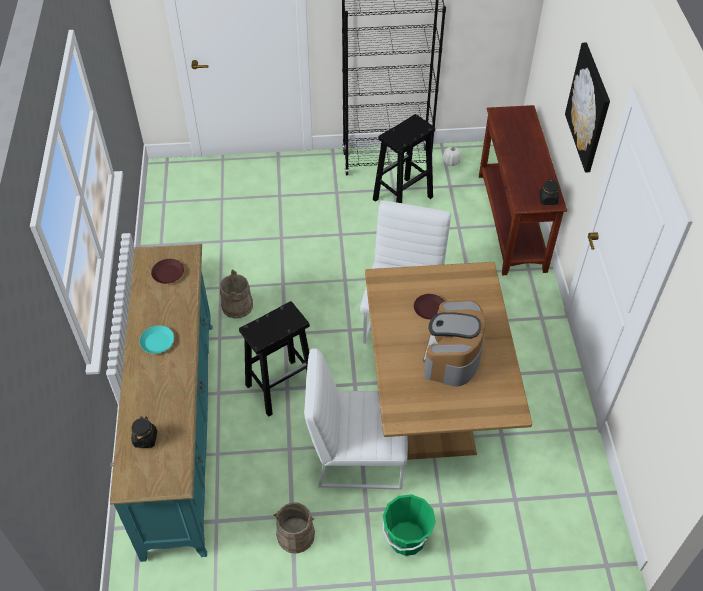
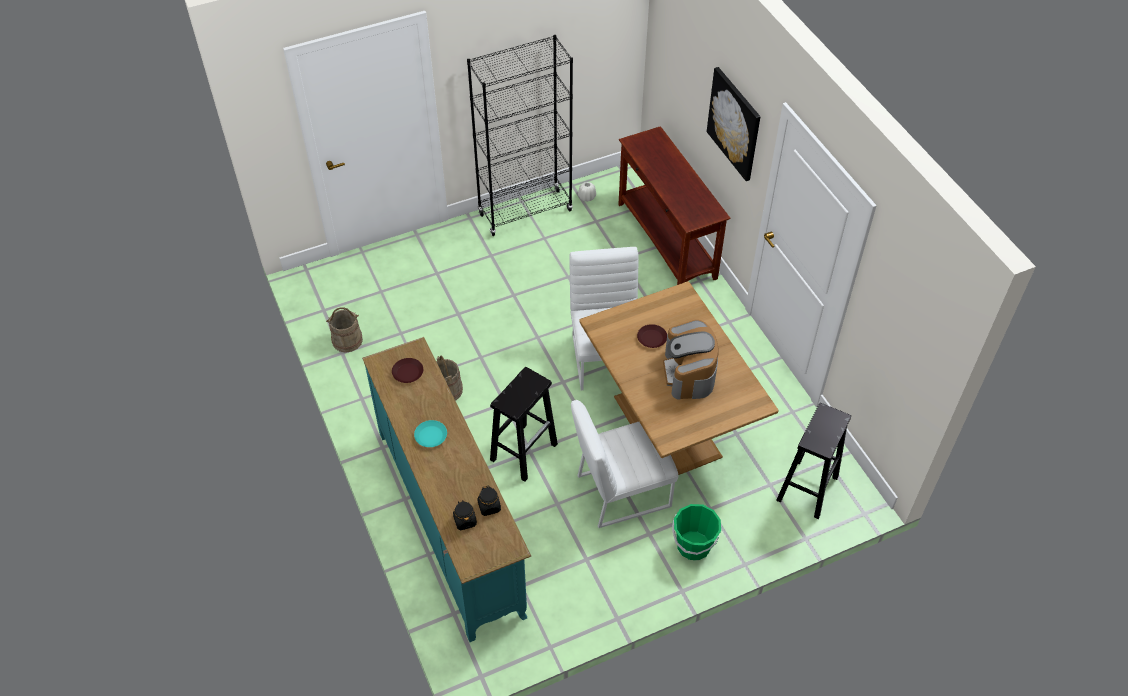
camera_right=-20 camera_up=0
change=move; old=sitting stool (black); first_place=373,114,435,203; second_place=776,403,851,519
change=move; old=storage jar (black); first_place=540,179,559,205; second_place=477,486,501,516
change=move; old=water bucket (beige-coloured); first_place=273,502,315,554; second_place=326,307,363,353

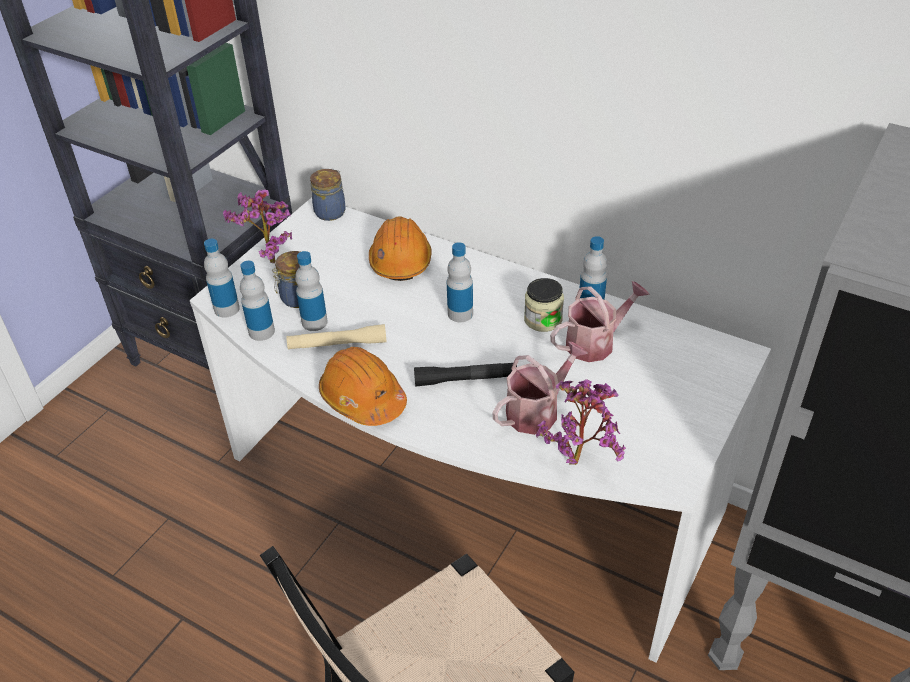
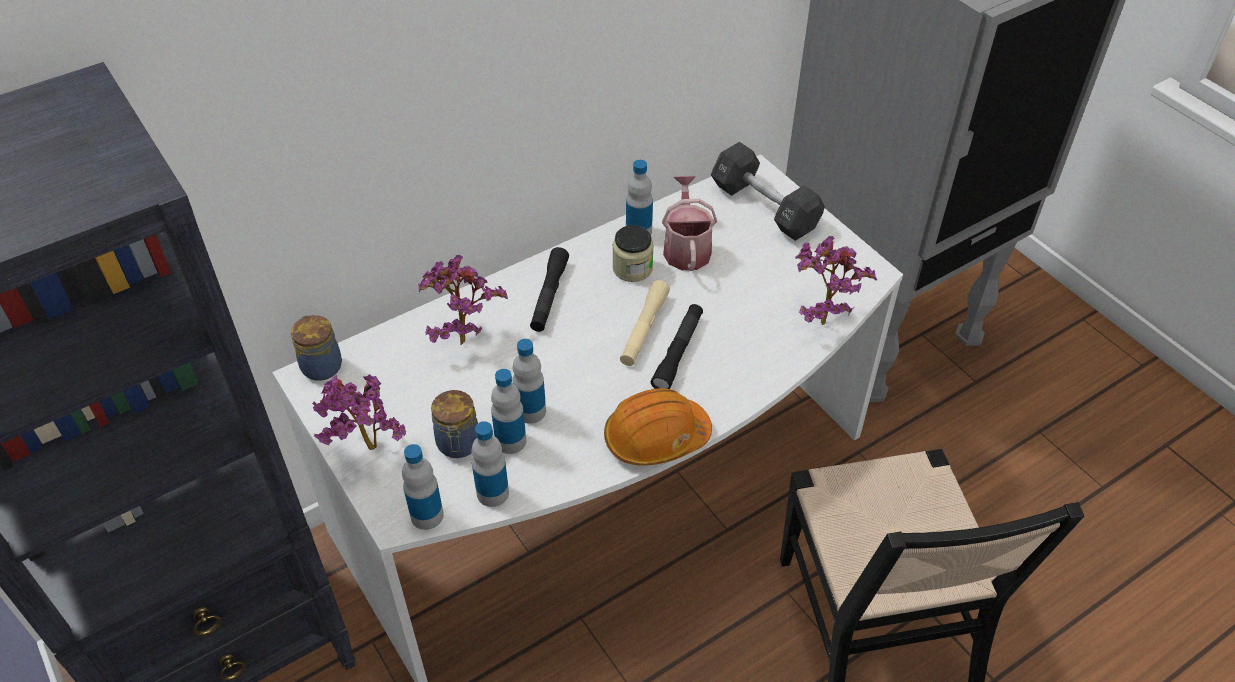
camera_right=-65 camera_up=5
change=replace; old=work helmet (orange); new=potted plant; first_place=369,217,432,281; second_place=418,255,508,345
change=move; old=drink bottle; first_place=447,242,473,322; second_place=512,339,546,424
change=move; old=flashlight (beige-coloured); first_place=287,324,387,350; second_place=620,280,670,366
change=delete; old=watering pot; first_place=492,341,588,435
change=insert; new=hand weight (black); second_place=711,142,825,241
change=insert; new=flashlight (black); second_place=530,247,569,332

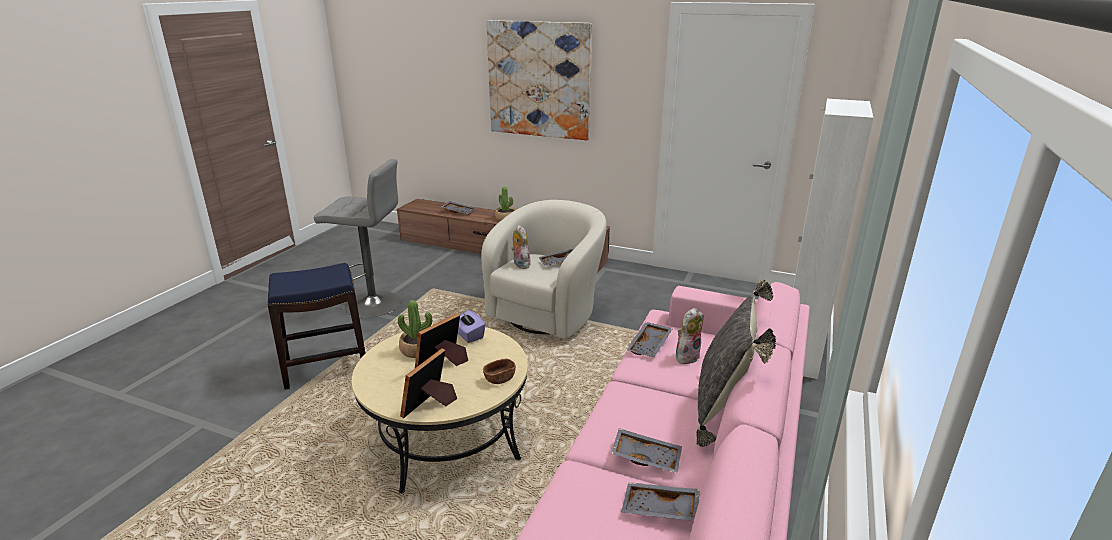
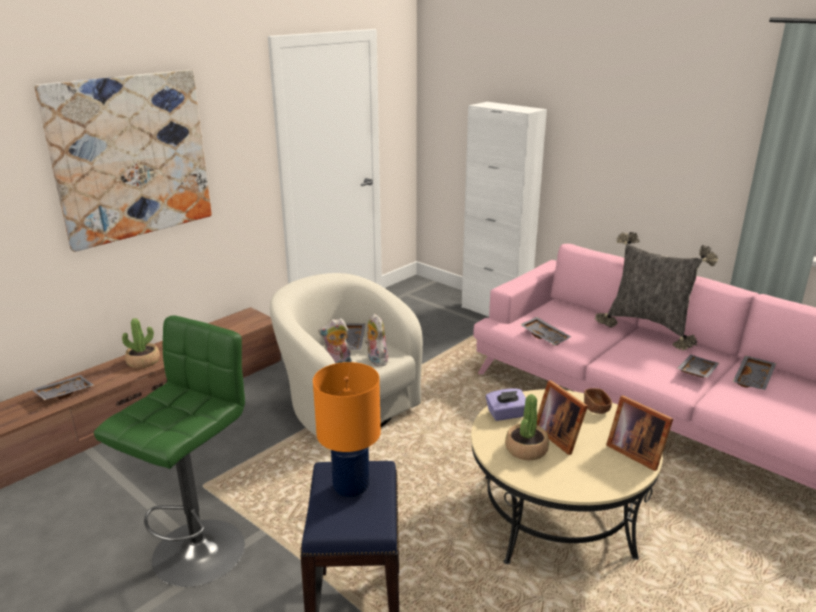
camera_right=-70 camera_up=0
change=recolor; old=sitting stool (grey); new=sitting stool (greenish); first_place=314,159,401,318; second_place=94,315,245,587
change=move; old=plush toy; first_place=676,308,704,364; second_place=365,313,388,366
change=insert; new=table lamp (orange); second_place=313,362,381,497

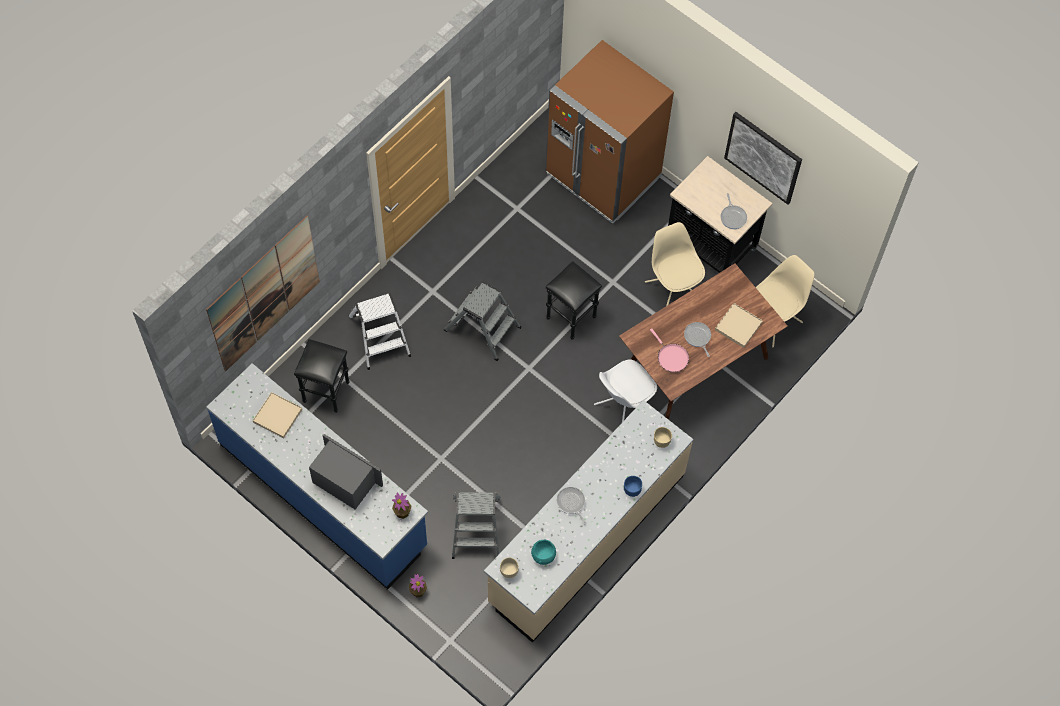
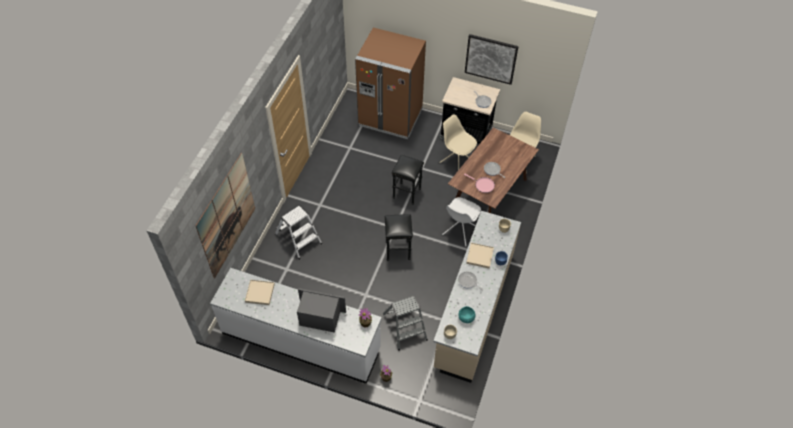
camera_right=-20 camera_up=-10
change=delete; old=step stool (grey); first_place=443,281,522,361
change=move; old=tray (beige-coloured); first_place=715,303,763,348; second_place=466,243,494,269
change=move; old=sitting stool (black); first_place=294,339,350,413; second_place=385,215,413,261
change=recolor; old=kitchen counter (blue); new=kitchen counter (whitish); first_place=206,363,428,590; second_place=210,268,382,384

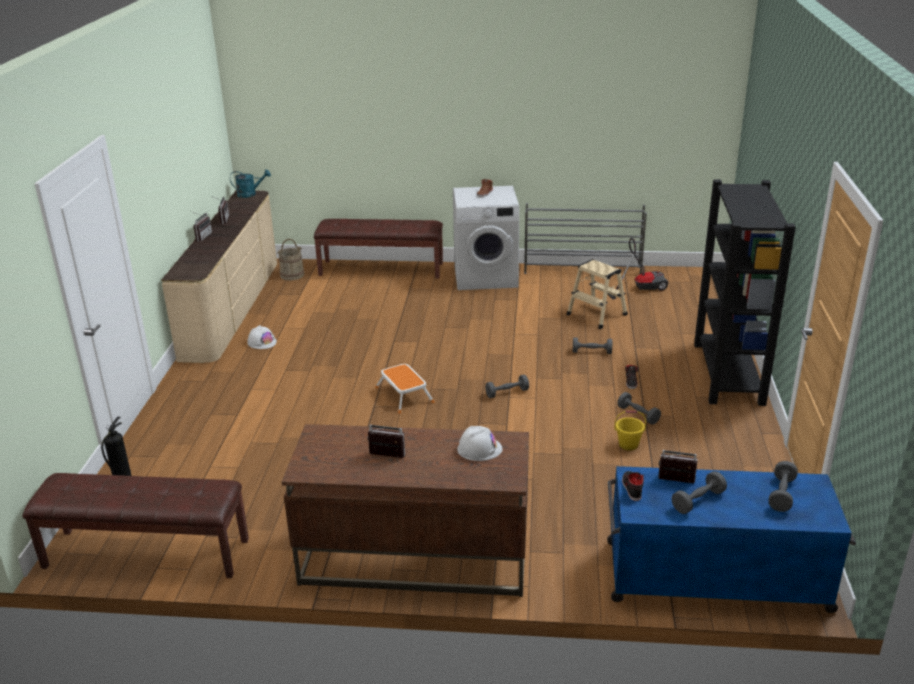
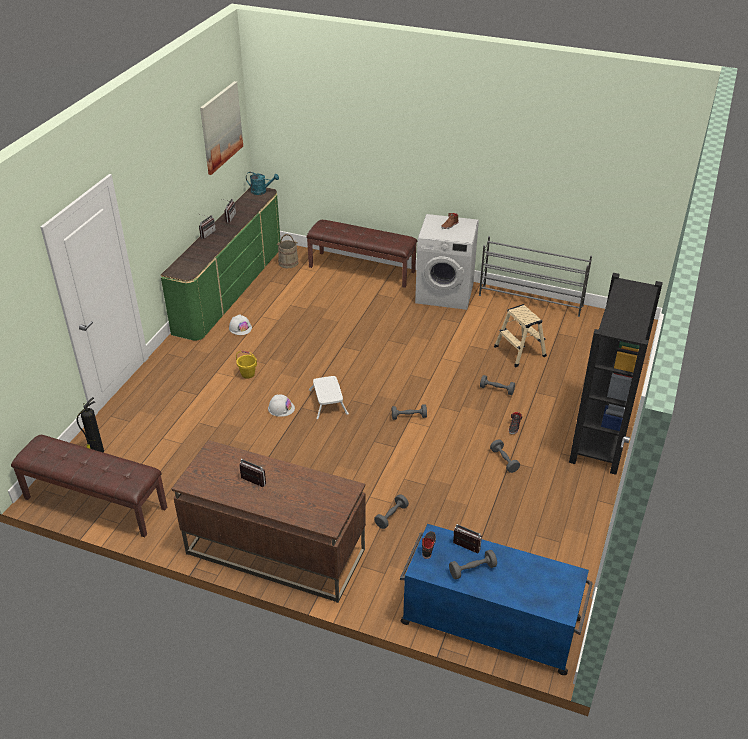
camera_right=15 camera_up=10
change=recolor; old=cabinet (beige-coloured); new=cabinet (greenish); first_place=161,190,277,363; second_place=161,187,281,340
change=delete; old=hoover; first_place=607,238,669,299
change=recolor; old=step stool (orange); new=step stool (whitish); first_place=375,364,435,414; second_place=309,376,349,419
change=move; old=water bucket (yellowish); first_place=614,411,646,451; second_place=236,351,257,379
change=move; old=work helmet (whitish); first_place=457,426,502,461; second_place=268,394,295,417
change=move; old=hand weight (grey); first_place=769,461,798,512; second_place=374,494,409,529
change=insert; new=wall art; second_place=200,81,243,175

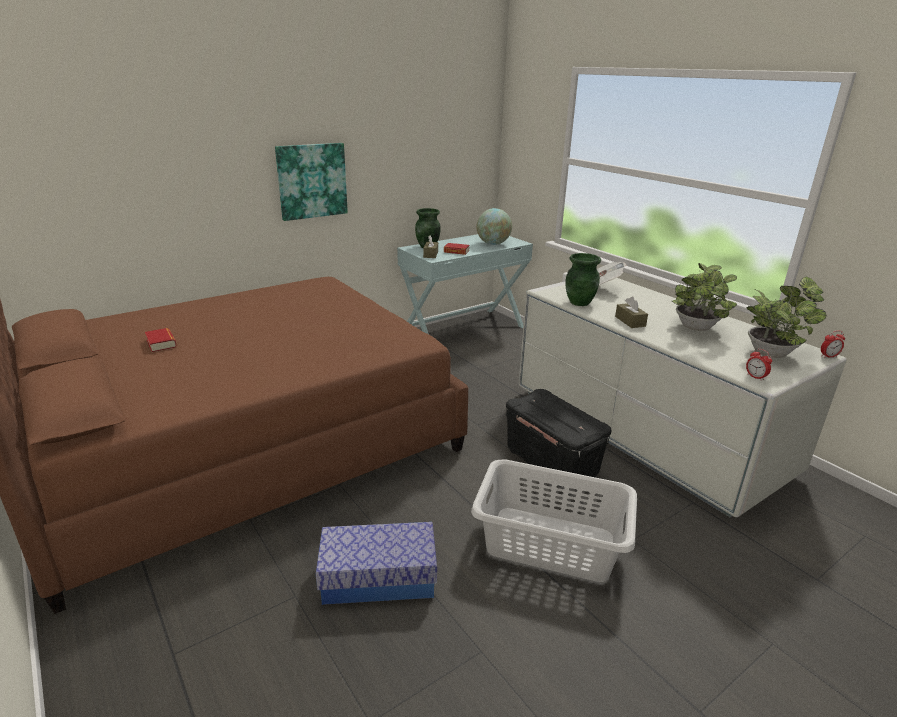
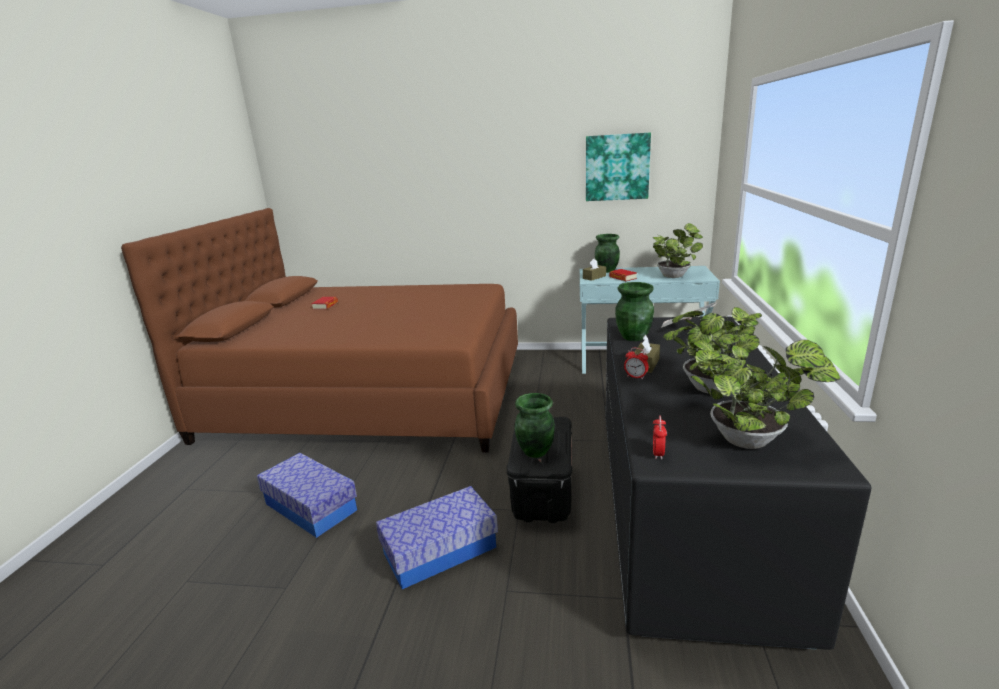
camera_right=45 camera_up=-5
change=move; old=wall art; first_place=275,143,348,221; second_place=586,133,651,201
change=replace; old=globe; new=potted plant; first_place=477,208,512,245; second_place=653,223,703,278
change=recolor; old=chest of drawers (whitish); new=chest of drawers (black); first_place=519,278,846,518; second_place=606,317,871,650
change=move; old=alarm clock; first_place=821,331,845,358; second_place=624,348,649,379
change=replace; old=hamper (grey); new=storage box; first_place=471,460,637,582; second_place=376,486,498,589
change=insert; new=flower vase (greenish); second_place=515,393,555,458

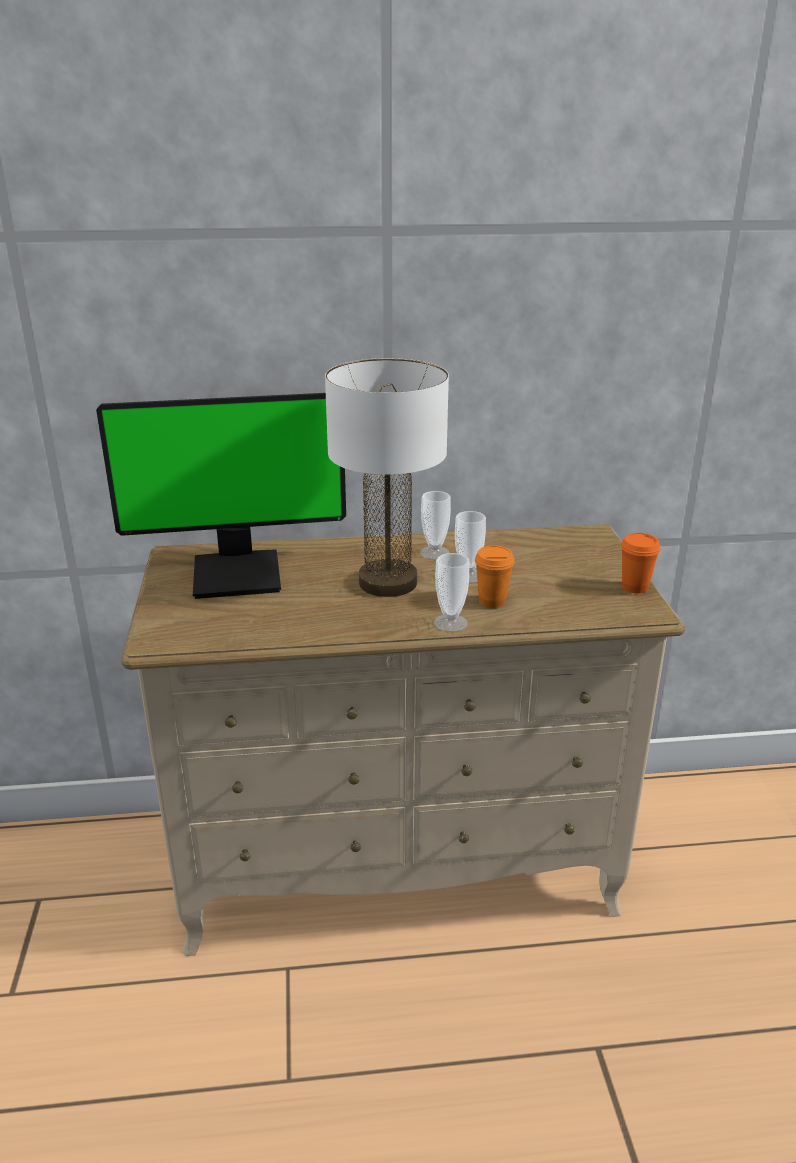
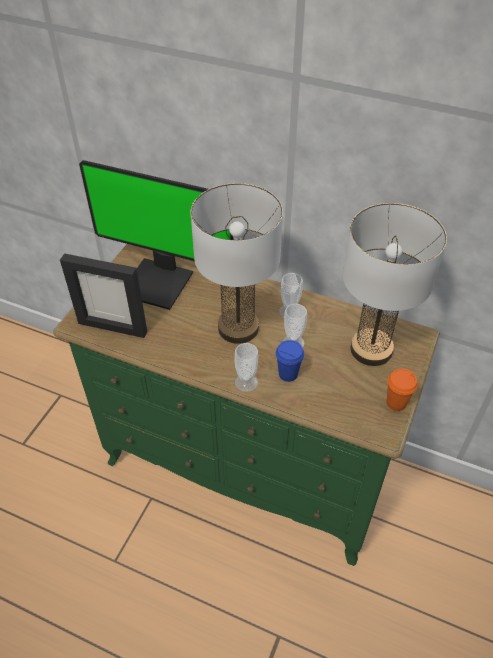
camera_right=30 camera_up=20
change=recolor; old=chest of drawers (beige-coloured); new=chest of drawers (greenish); first_place=121,524,685,956; second_place=53,244,440,566
change=recolor; old=cup (orange); new=cup (blue); first_place=475,545,515,608; second_place=276,340,304,382
change=insert; new=table lamp; second_place=343,203,447,366
change=insert; new=picture frame; second_place=60,253,147,338

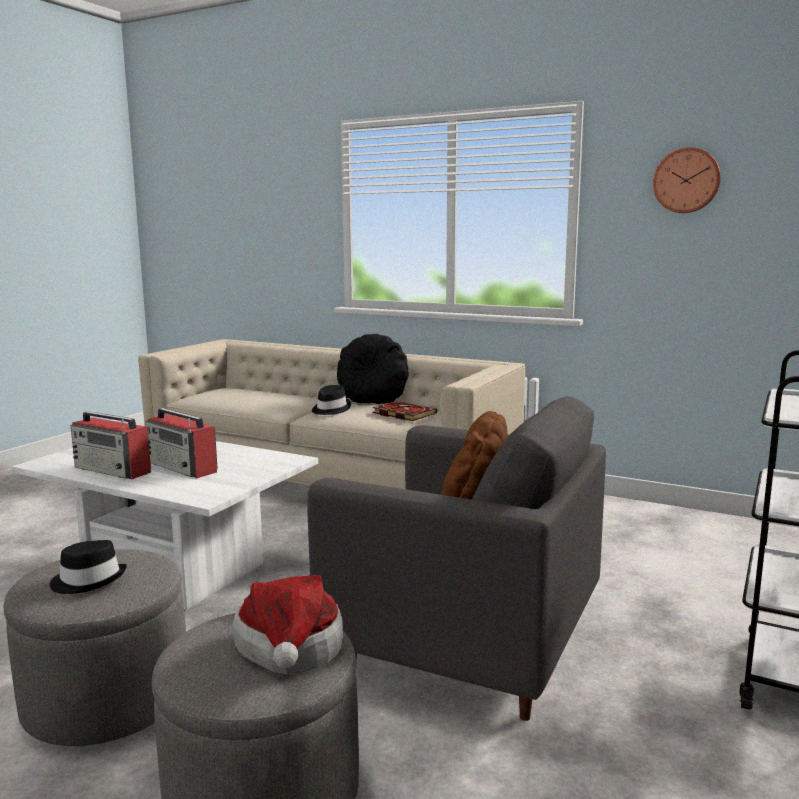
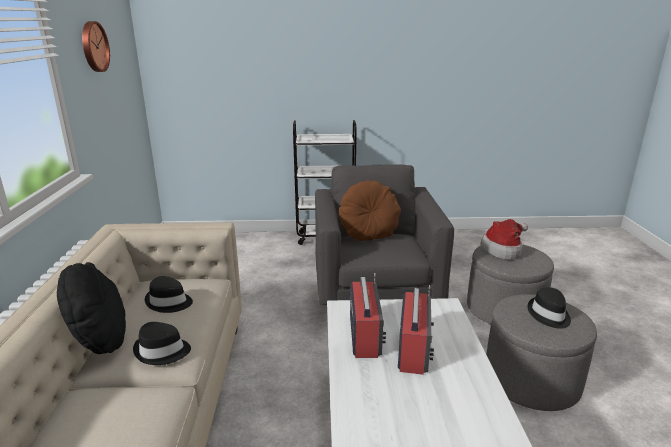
camera_right=-120 camera_up=10
change=replace; old=volume; new=clothing hat (black); first_place=372,401,437,421; second_place=145,276,193,313
change=move; old=radio; first_place=71,411,151,479; second_place=350,273,386,358

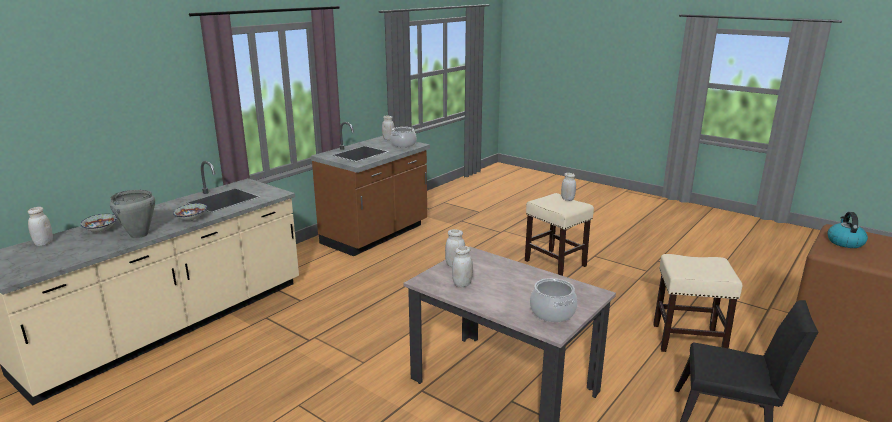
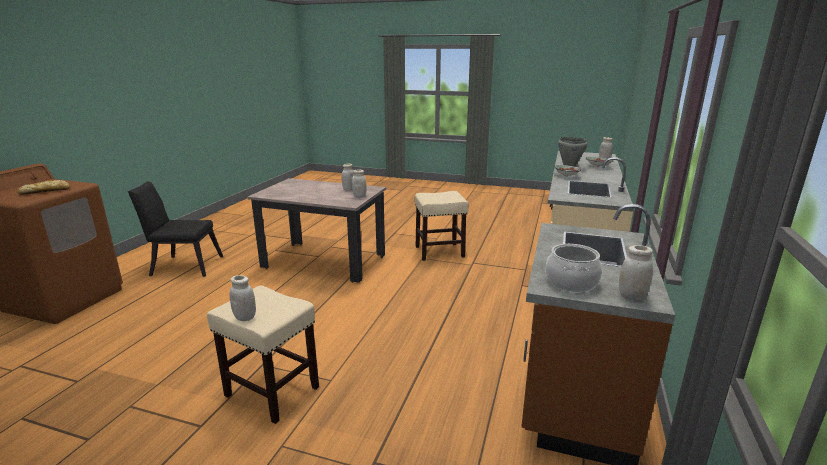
camera_right=160 camera_up=0
change=replace; old=tea kettle; new=bakery bread; first_place=827,212,868,248; second_place=18,180,70,195
change=move; old=sitting stool (beige-coloured); first_place=653,254,743,352; second_place=415,191,469,261
change=delete; old=stockpot; first_place=530,278,577,322

